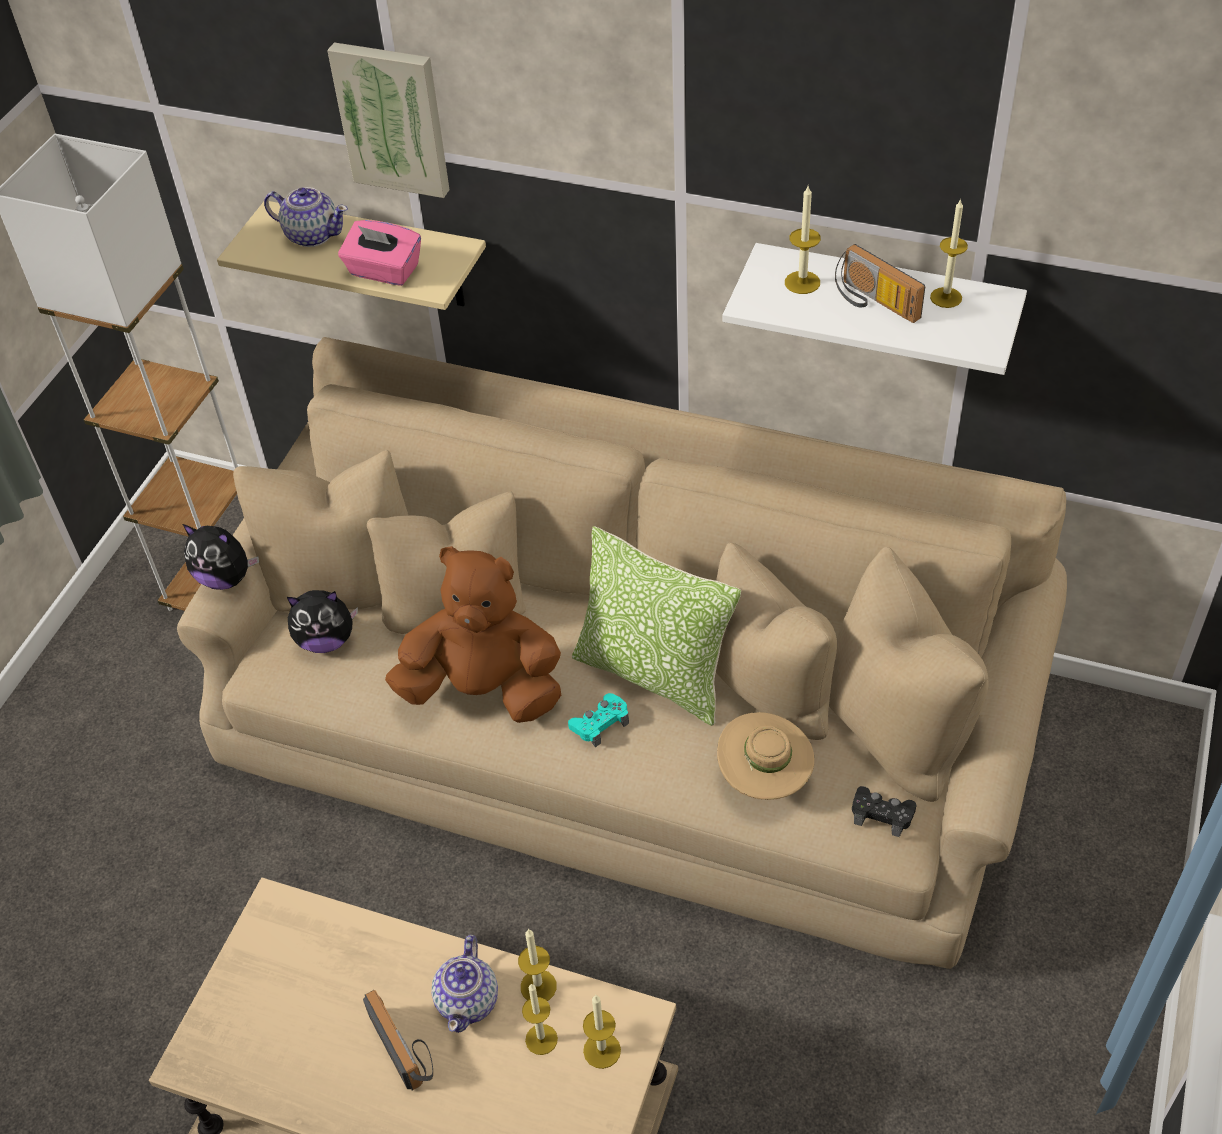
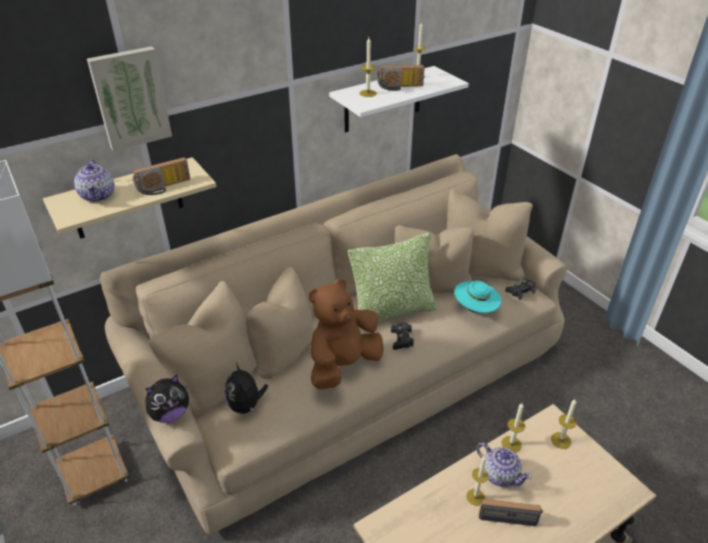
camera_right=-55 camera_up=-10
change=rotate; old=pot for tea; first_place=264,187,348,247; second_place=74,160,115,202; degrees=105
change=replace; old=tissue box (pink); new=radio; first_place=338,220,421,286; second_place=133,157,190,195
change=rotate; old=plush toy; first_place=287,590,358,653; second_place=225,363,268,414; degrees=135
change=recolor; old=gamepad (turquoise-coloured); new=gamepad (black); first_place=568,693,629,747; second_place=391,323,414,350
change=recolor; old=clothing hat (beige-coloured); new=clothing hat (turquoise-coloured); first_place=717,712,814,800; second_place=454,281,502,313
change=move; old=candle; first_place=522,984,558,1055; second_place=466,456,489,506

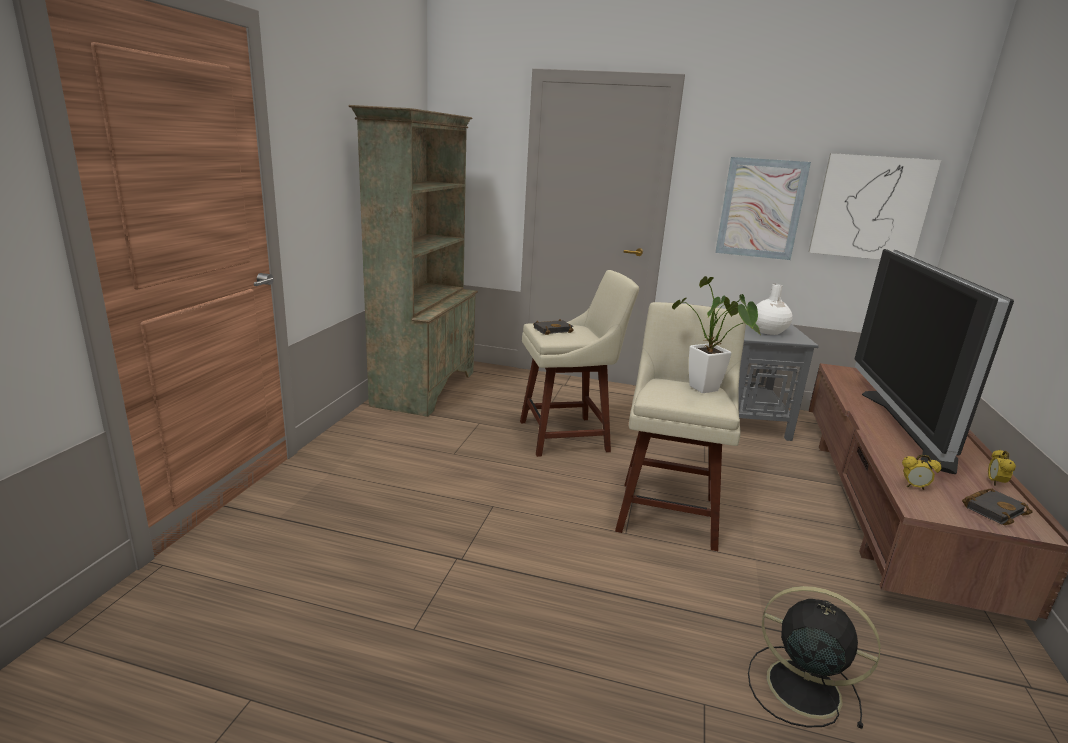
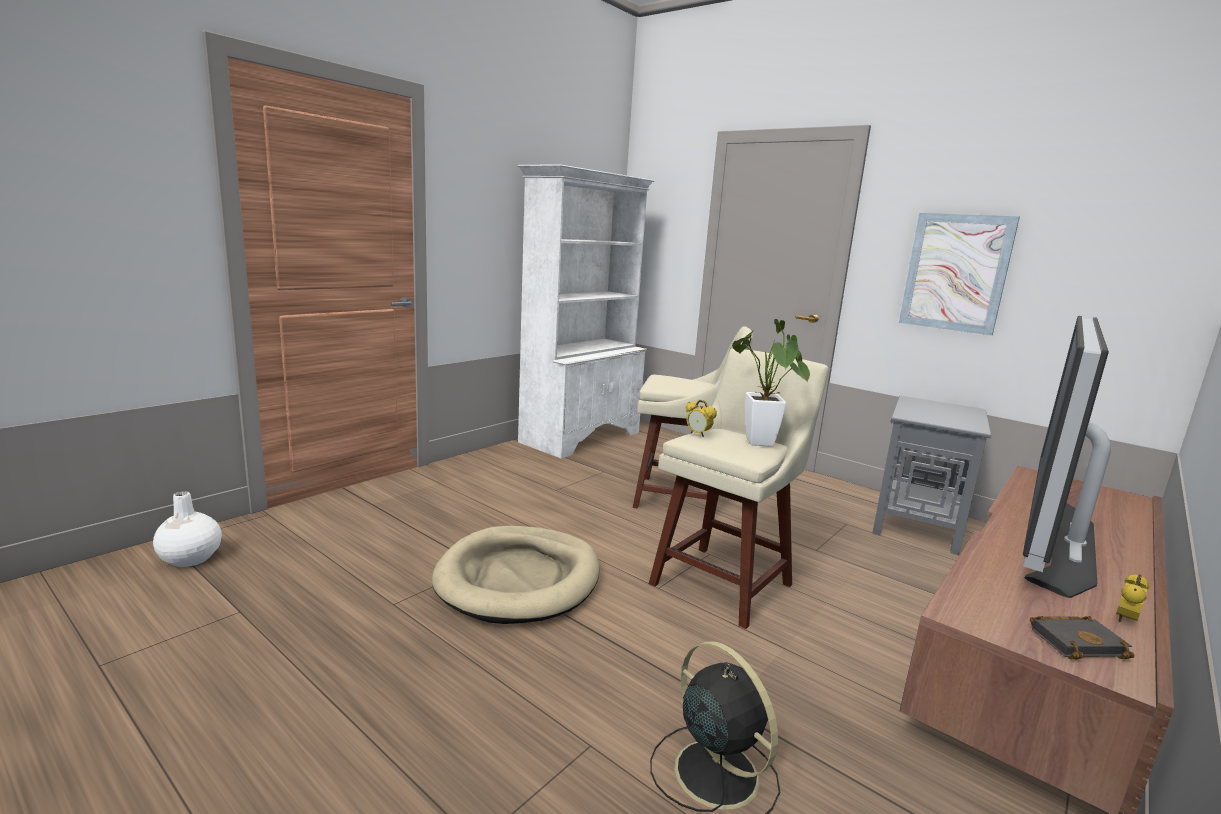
camera_right=25 camera_up=-5
change=recolor; old=shelving unit (greenish); new=shelving unit (whitish); first_place=349,105,478,417; second_place=517,164,654,459
change=delete; old=wall art; first_place=809,153,941,259
change=move; old=flower vase (whitish); first_place=756,284,793,335; second_place=153,491,222,567
change=delete; old=volume (black); first_place=533,319,574,335
change=move; old=alarm clock; first_place=902,455,941,490; second_place=686,400,717,437
change=insert; new=dog bed (beige-coloured); second_place=432,526,599,624

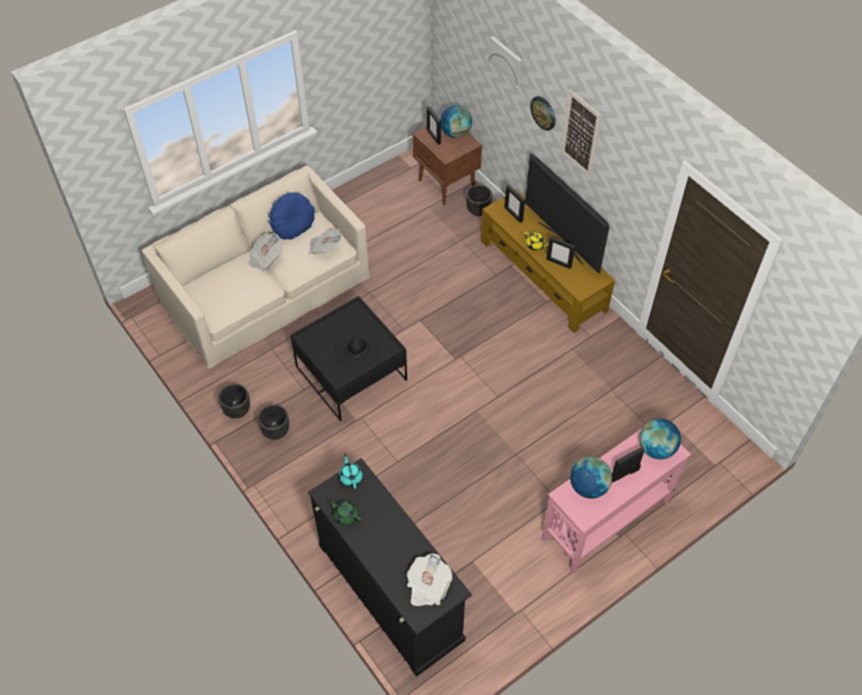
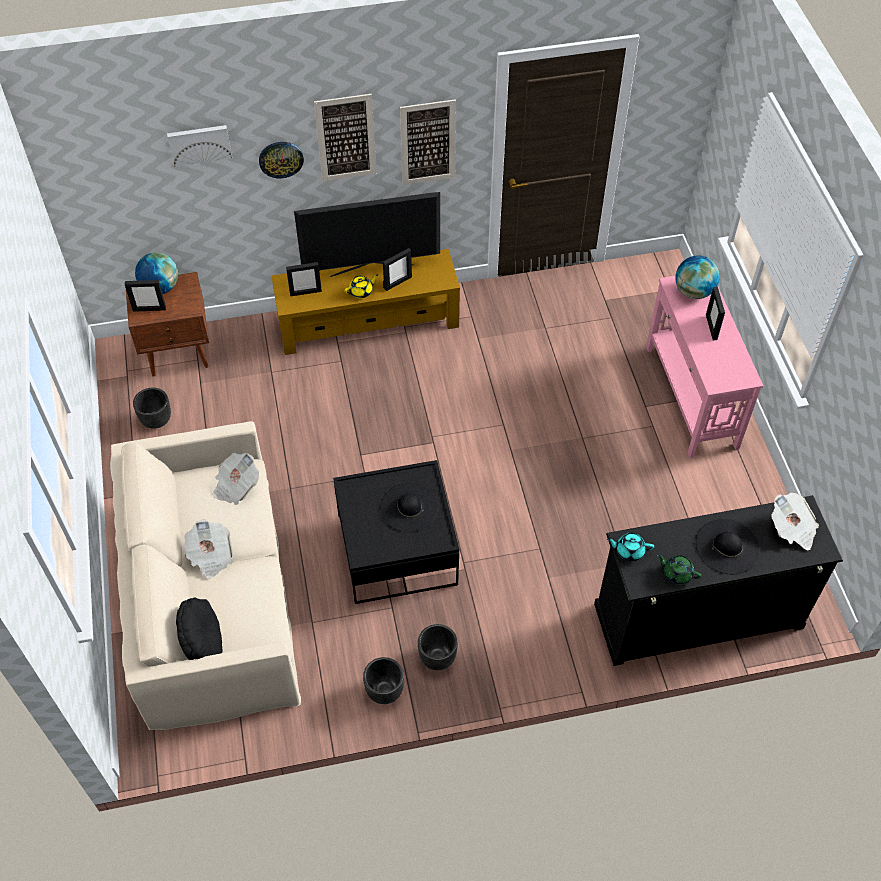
camera_right=-65 camera_up=0
change=move; old=planter (black); first_place=466,185,492,216; second_place=133,387,171,429
change=delete; old=pillow (blue); first_place=269,192,315,240
change=delete; old=globe; first_place=570,456,612,499
change=rotate; old=pot for tea (greenish); first_place=328,498,361,525; second_place=657,554,702,584; degrees=60
change=insert; new=wall art; second_place=400,99,456,185
change=insert; new=clothing hat (black); second_place=696,519,760,574
change=insert; new=pillow (black); second_place=176,597,222,660

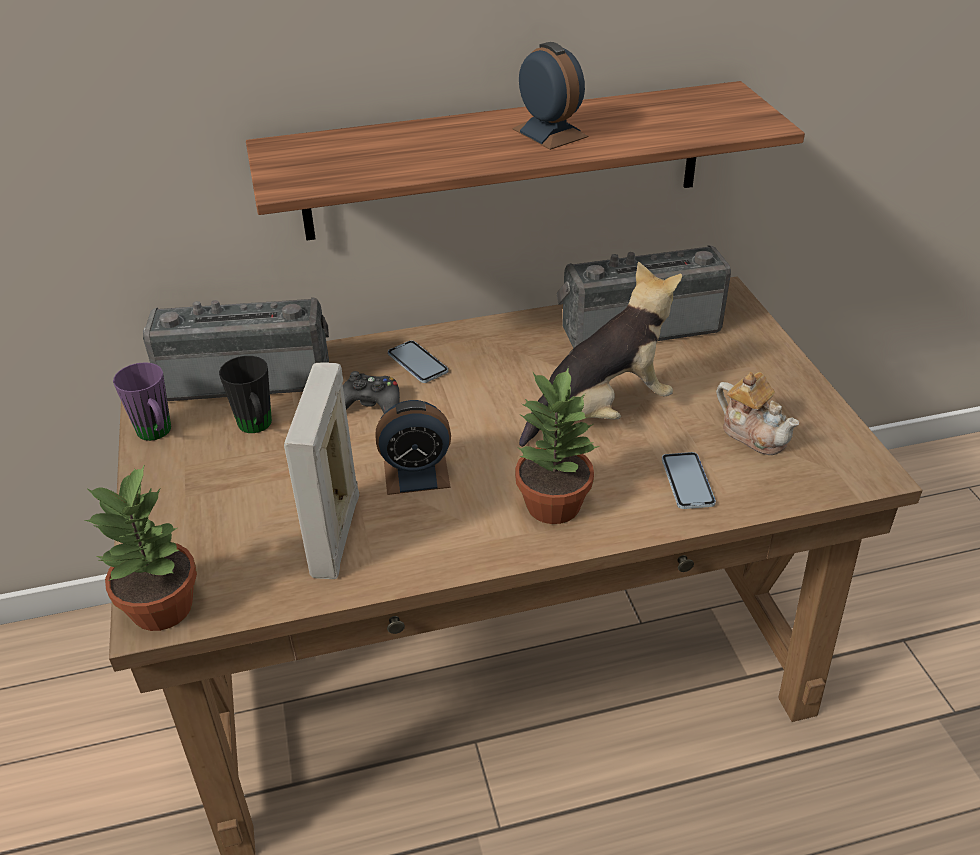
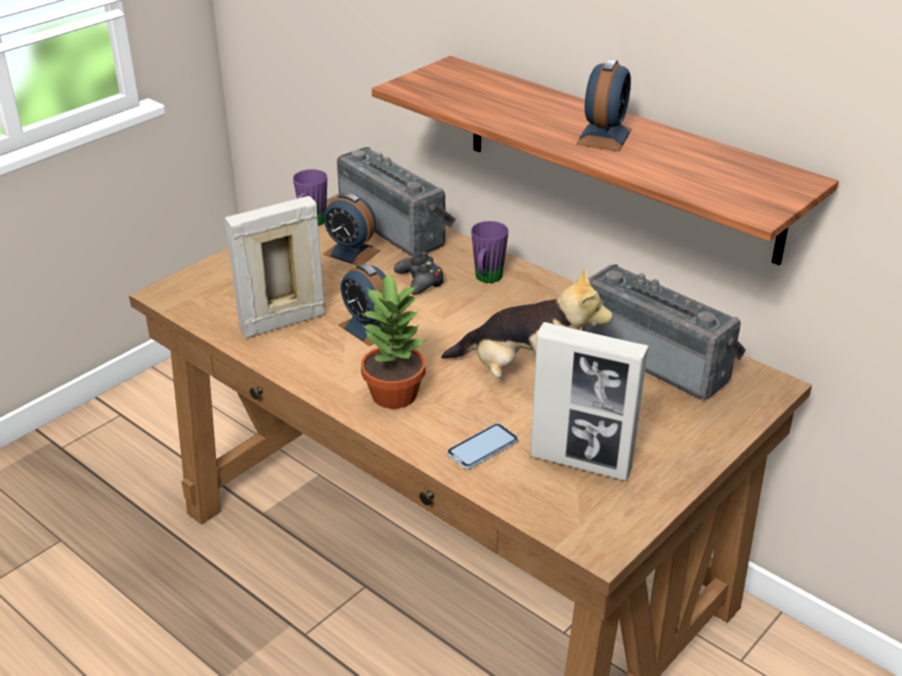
camera_right=55 camera_up=-5
change=replace; old=handset; new=coffee mug (purple); first_place=388,340,448,383; second_place=471,221,509,283
change=replace; old=coffee mug (black); new=alarm clock; first_place=219,356,272,433; second_place=323,193,381,265
change=replace; old=pot for tea; new=picture frame; first_place=716,372,800,455; second_place=530,322,649,481
change=delete; old=potted plant; first_place=84,464,197,631

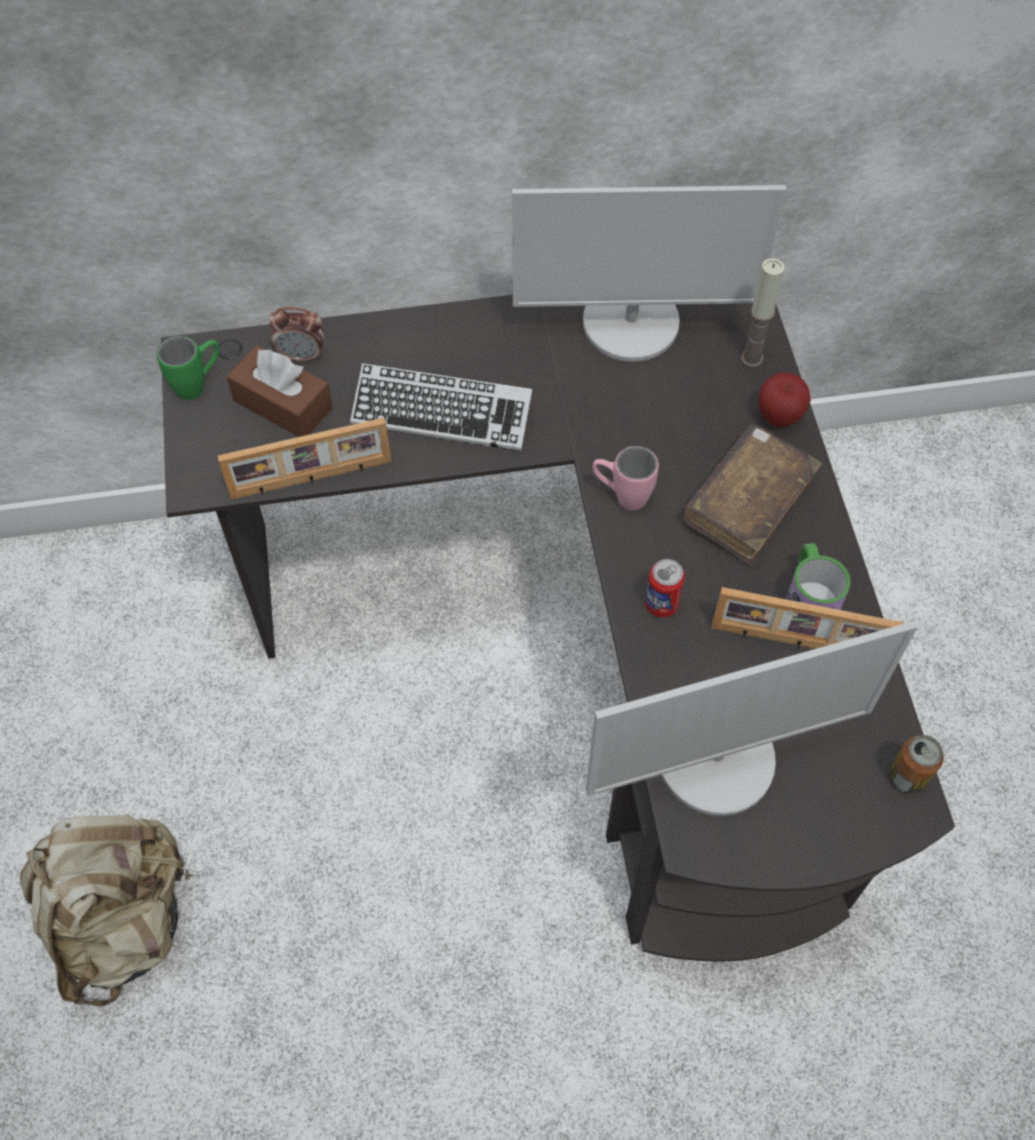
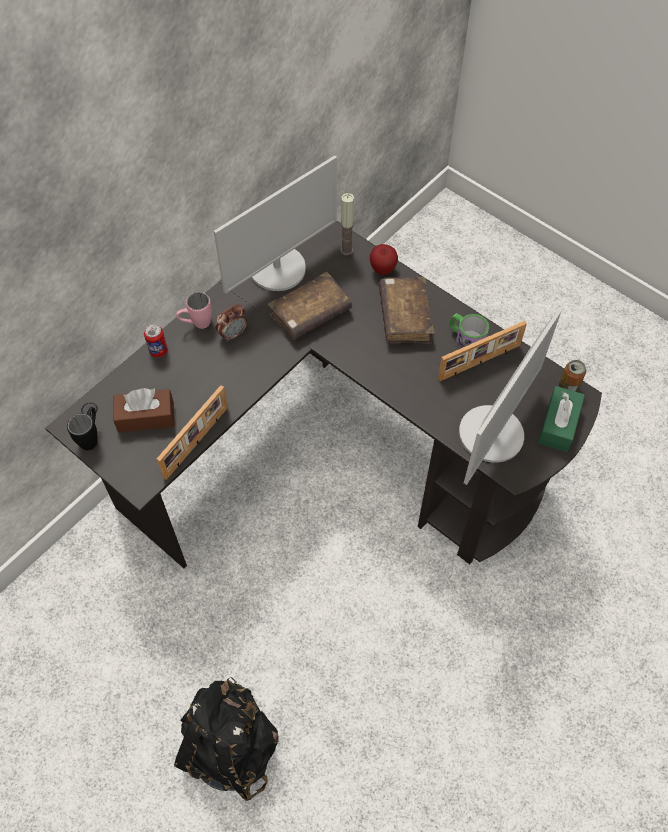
camera_right=-40 camera_up=0
change=move; old=alarm clock; first_place=269,307,324,362; second_place=215,304,247,342
change=recolor; old=coffee mug (greenish); new=coffee mug (black); first_place=156,336,219,400; second_place=67,407,98,450
change=delete; old=keyboard; first_place=350,363,532,451
change=move; old=coffee mug (pink); first_place=592,446,659,511; second_place=176,292,212,329
change=move; old=can; first_place=645,559,685,618; second_place=144,324,168,357
change=recolor; old=backpack (beige-coloured); new=backpack (black); first_place=20,814,193,1007; second_place=174,676,279,801
change=insert; new=volume (brownish); second_place=268,272,352,340
change=insert; new=tissue box (greenish); second_place=538,386,585,452

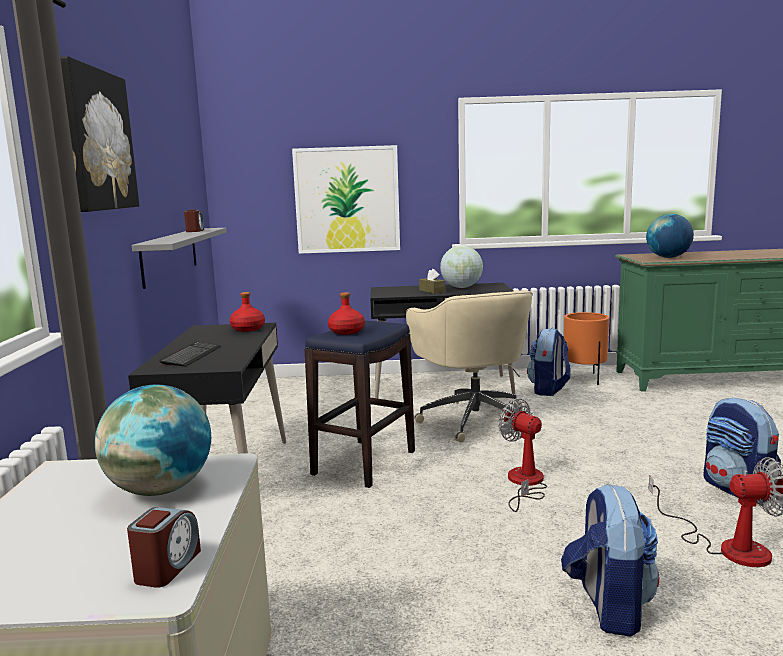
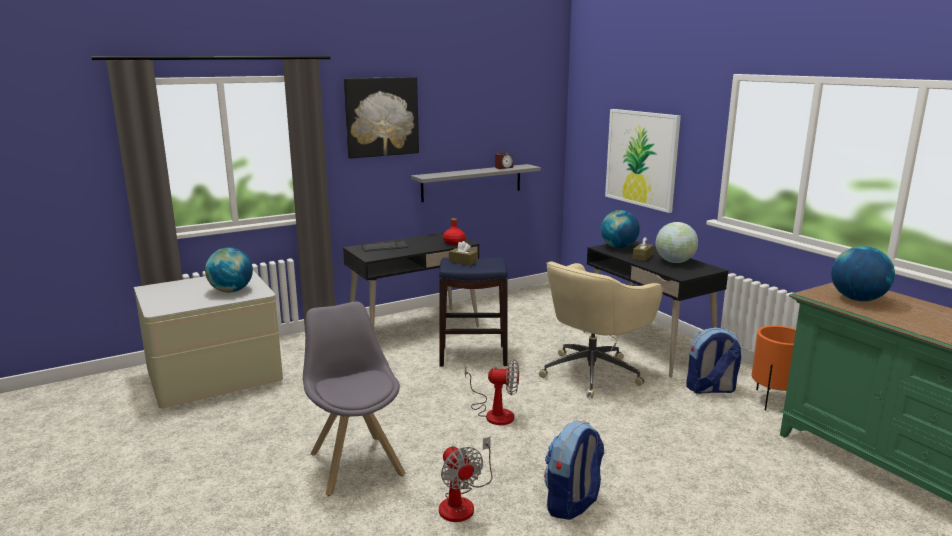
camera_right=60 camera_up=5
change=replace; old=drink bottle (red-coloured); new=tissue box (brownish); first_place=328,292,365,335; second_place=449,241,477,266
change=rotate; old=electric fan; first_place=499,398,547,512; second_place=465,359,519,425; degrees=75
change=replace; old=backpack; new=plain chair (grey); first_place=561,484,659,636; second_place=303,301,406,496
change=delete; old=alarm clock; first_place=127,507,201,588
change=insert; new=globe; second_place=601,210,640,248

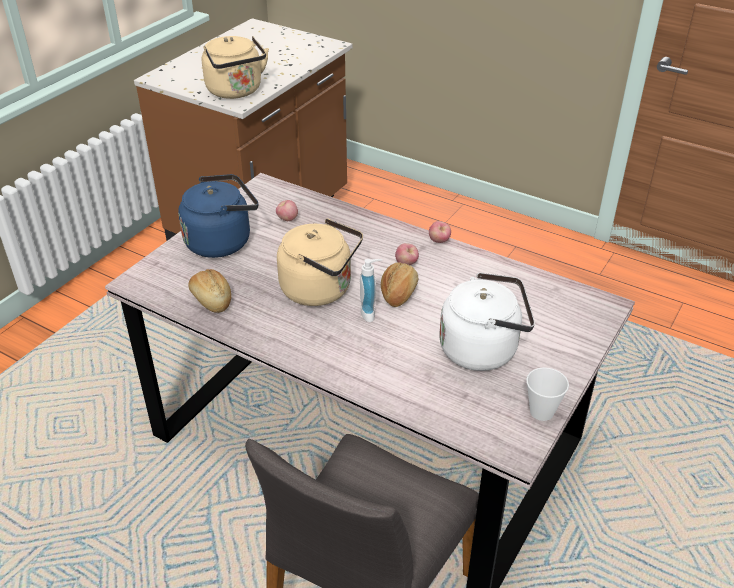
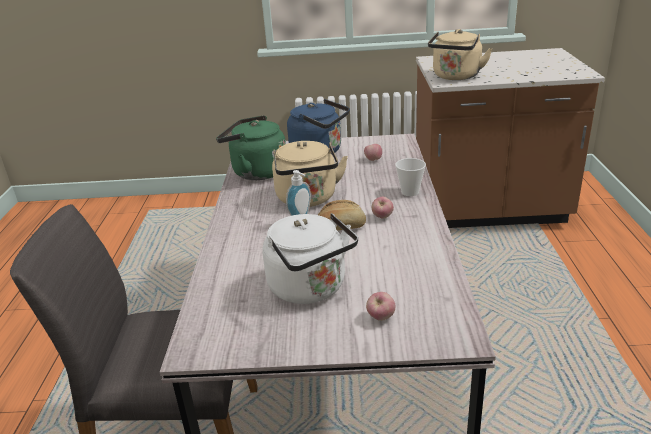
camera_right=60 camera_up=-10
change=move; old=apple fruit; first_place=429,221,451,243; second_place=366,292,395,321
change=replace; old=bakery bread; new=tea kettle (greenish); first_place=189,269,231,313; second_place=216,115,286,180
change=move; old=cup; first_place=526,367,569,421; second_place=395,158,426,196

